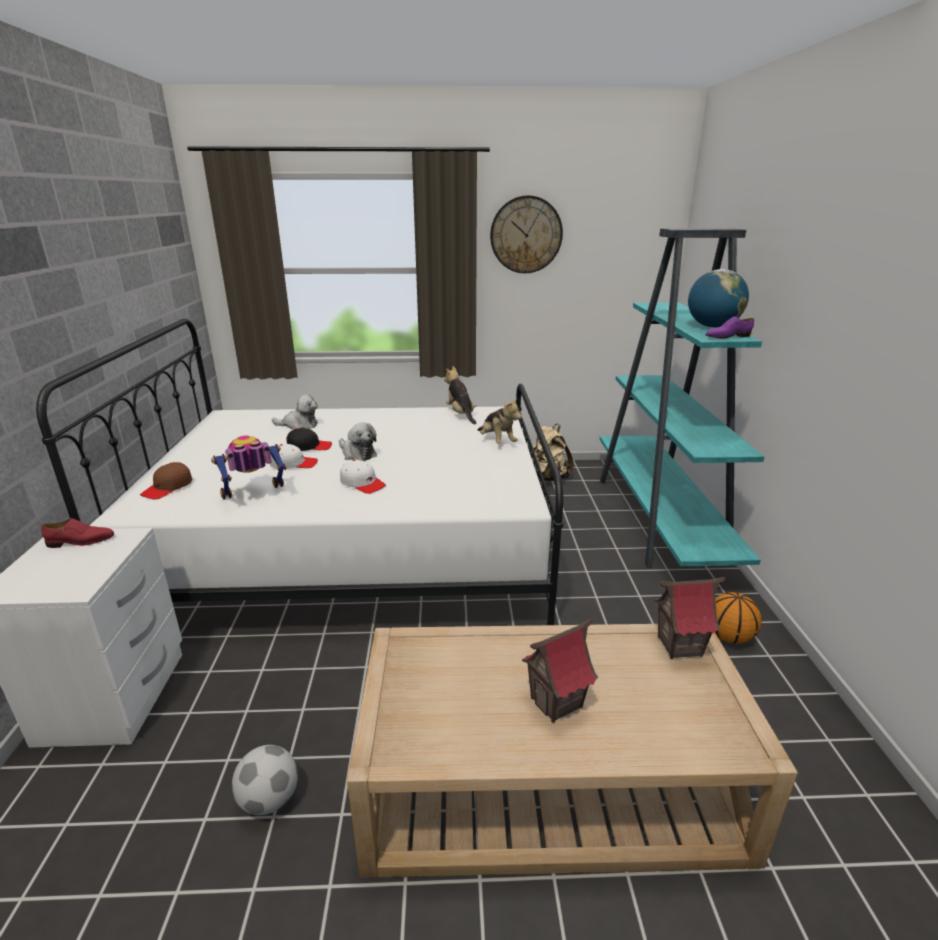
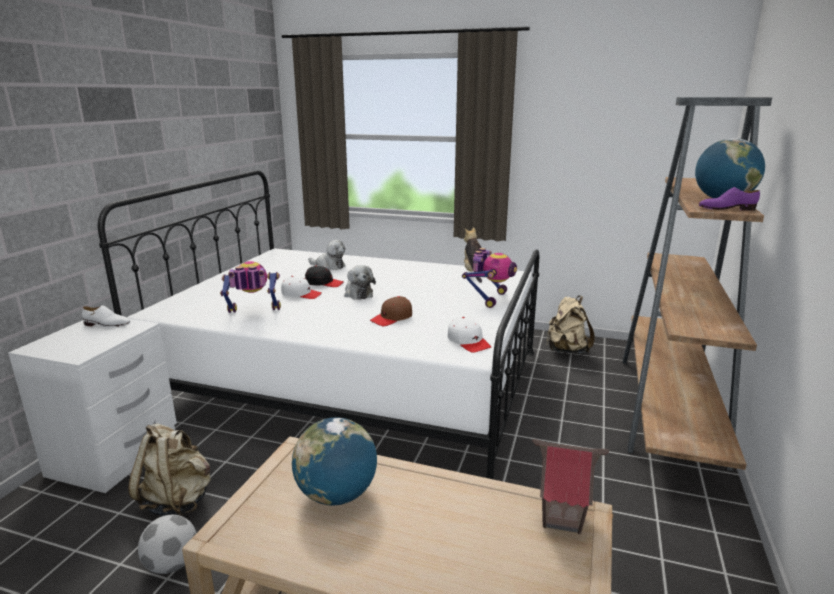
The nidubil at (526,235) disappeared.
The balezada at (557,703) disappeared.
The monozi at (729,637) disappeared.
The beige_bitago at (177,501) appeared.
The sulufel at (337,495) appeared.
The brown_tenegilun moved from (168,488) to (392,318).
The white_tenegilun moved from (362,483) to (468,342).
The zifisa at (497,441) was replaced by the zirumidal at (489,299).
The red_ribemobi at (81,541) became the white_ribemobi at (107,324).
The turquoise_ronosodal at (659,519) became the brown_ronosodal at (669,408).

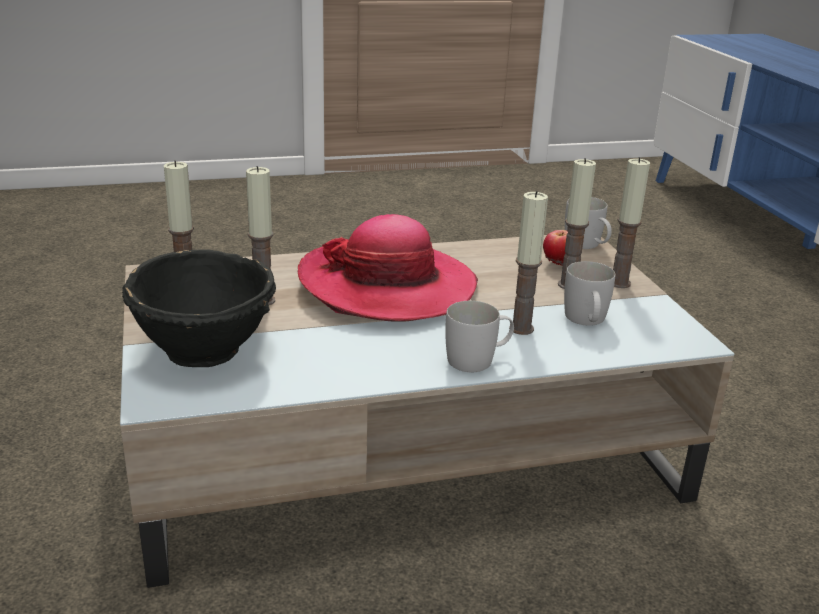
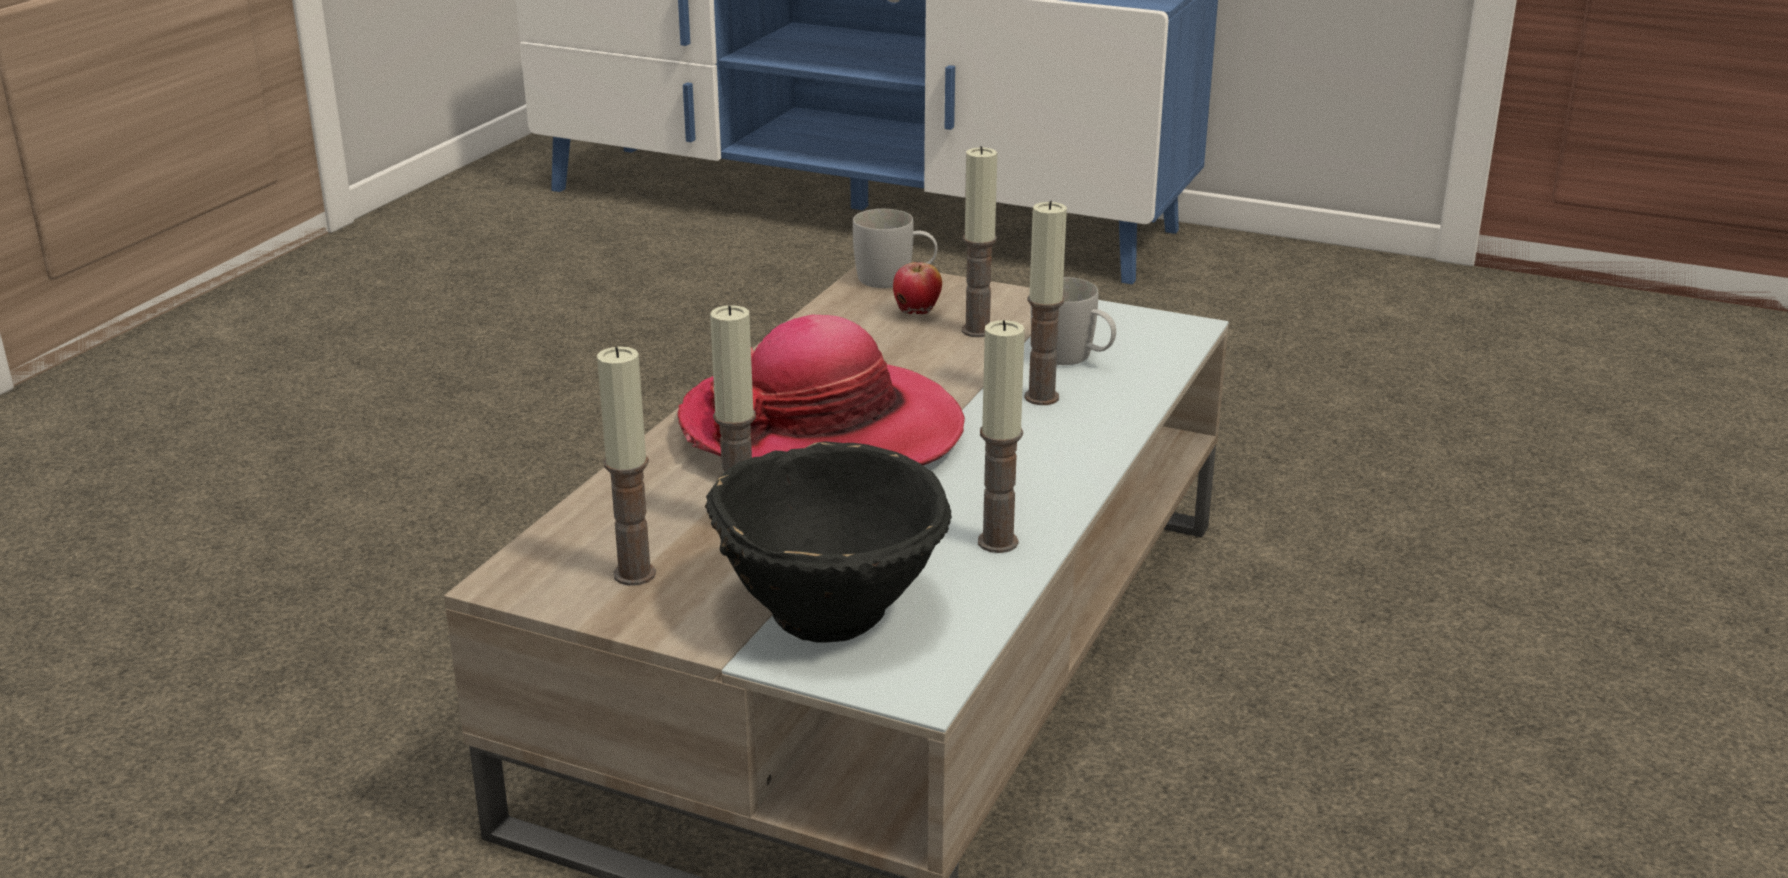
The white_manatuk at (478,359) disappeared.
The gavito moved from (619,283) to (997,542).

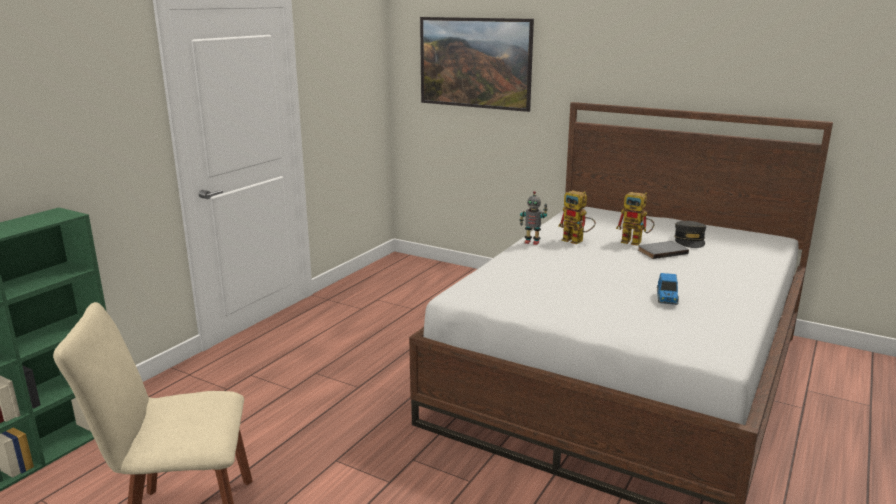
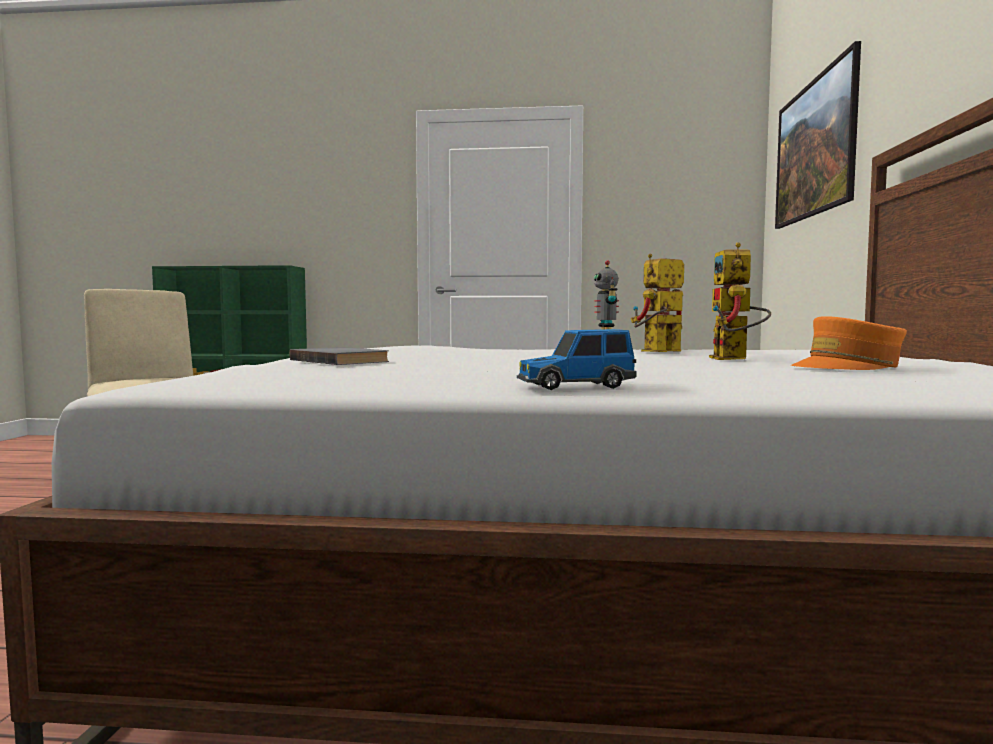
The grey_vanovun moved from (661,251) to (342,360).
The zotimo moved from (667,298) to (574,386).
The grey_tenegilun at (689,241) became the orange_tenegilun at (847,367).
The zirumidal at (577,241) turned 45 degrees clockwise.

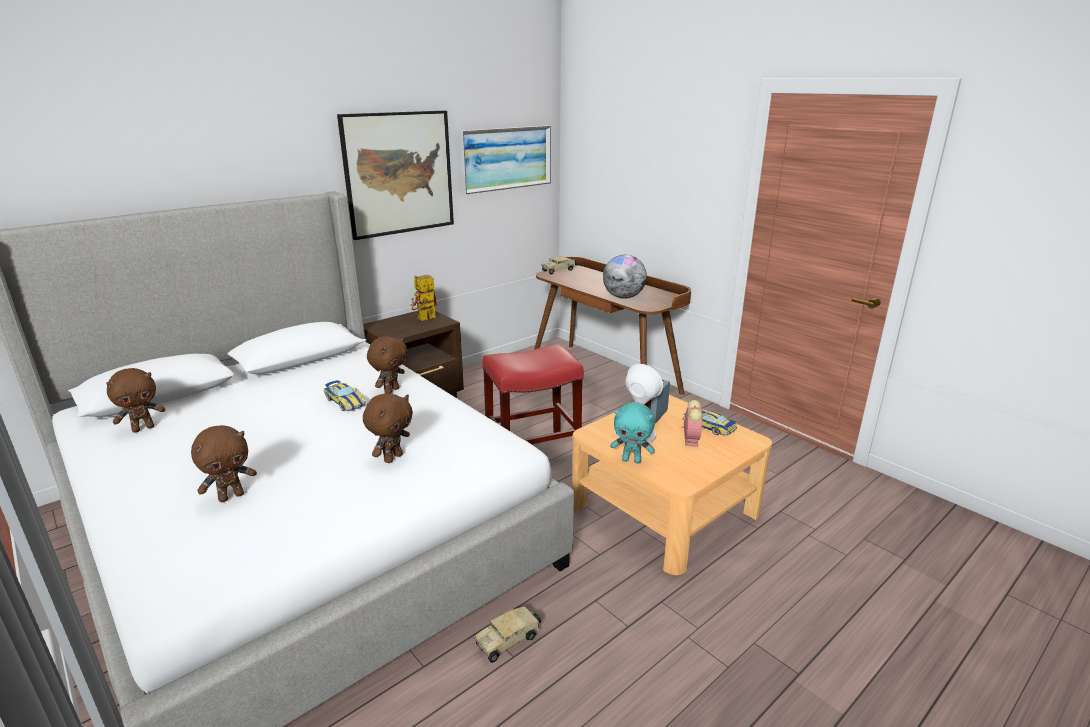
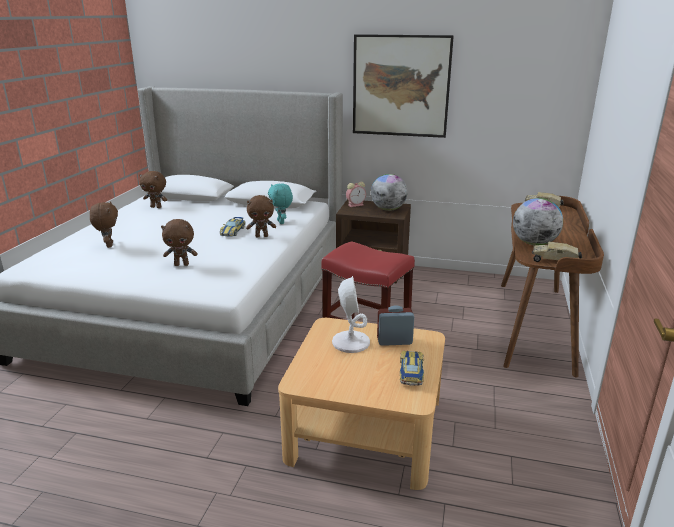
The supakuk at (506,158) disappeared.
The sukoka moved from (509,640) to (555,261).
The turquoise_zifisa moved from (632,460) to (281,222).
The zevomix moved from (690,439) to (356,205).
The zirumidal at (424,319) was replaced by the sulufel at (388,209).
The brown_zifisa at (231,496) turned 120 degrees counterclockwise.

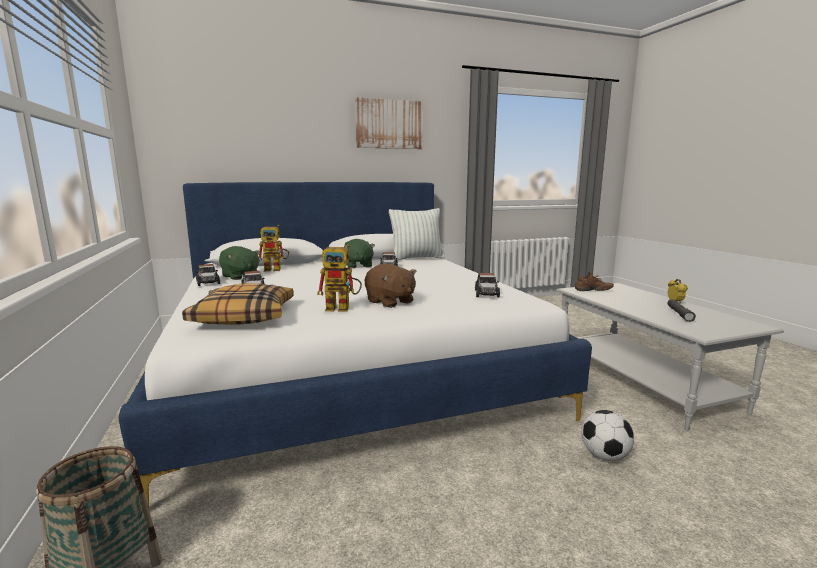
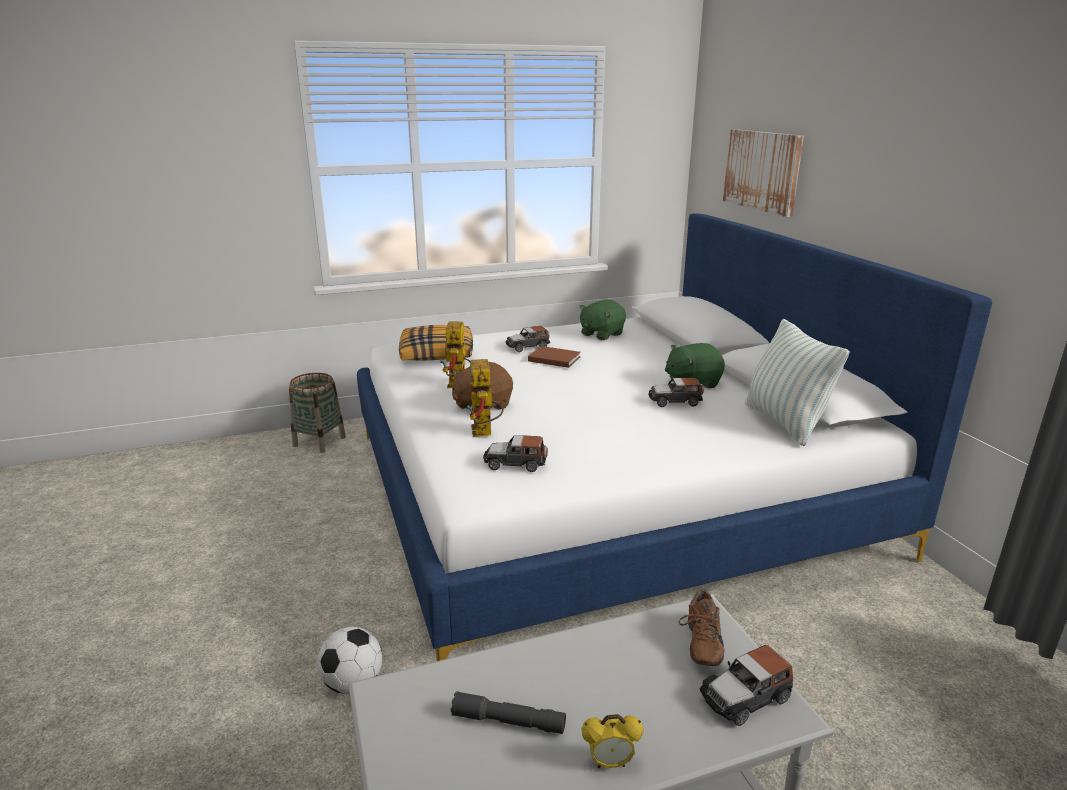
The brown_vanovun at (553,358) appeared.
The zotimo moved from (208,282) to (746,697).
The zirumidal moved from (276,269) to (484,433).
The supakuk moved from (389,124) to (762,171).

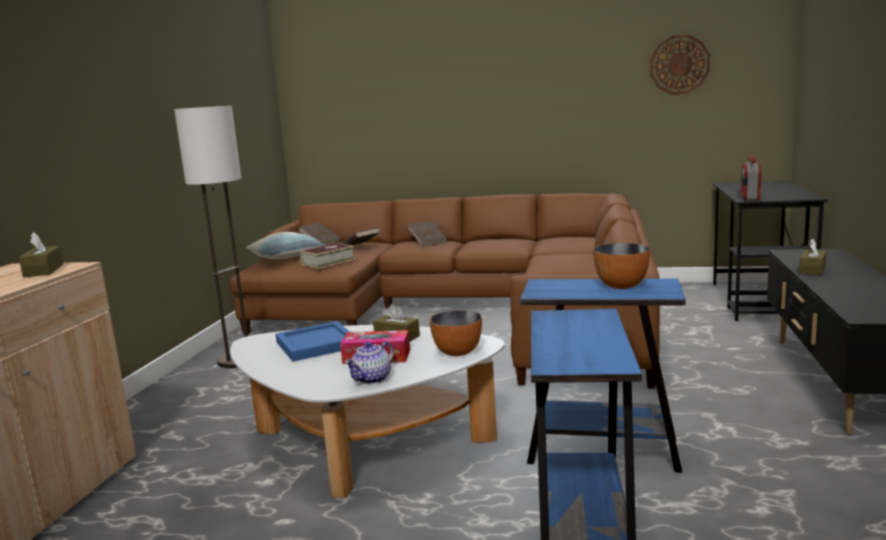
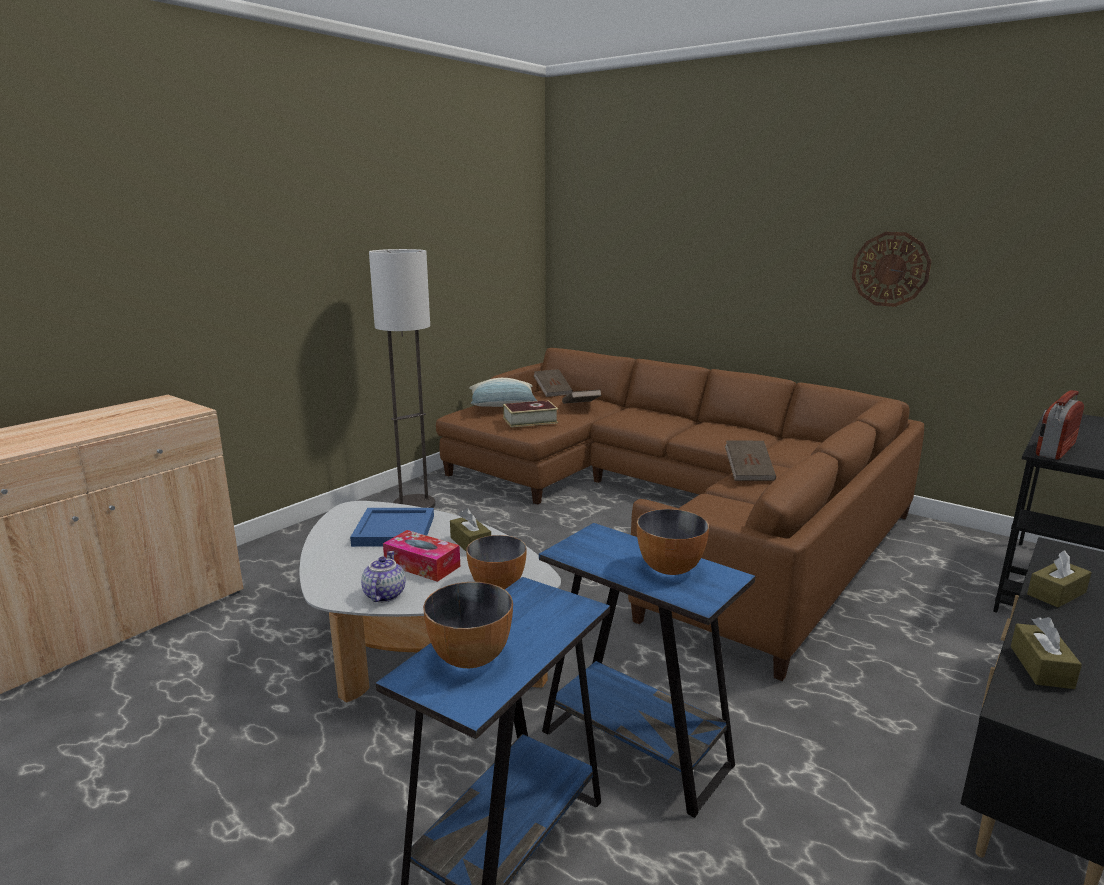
The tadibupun at (469,657) appeared.
The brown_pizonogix moved from (43,270) to (1041,667).
The brown_vanovun moved from (428,242) to (748,473).
The nidubil moved from (679,65) to (890,269).
The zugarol at (372,379) turned 120 degrees clockwise.

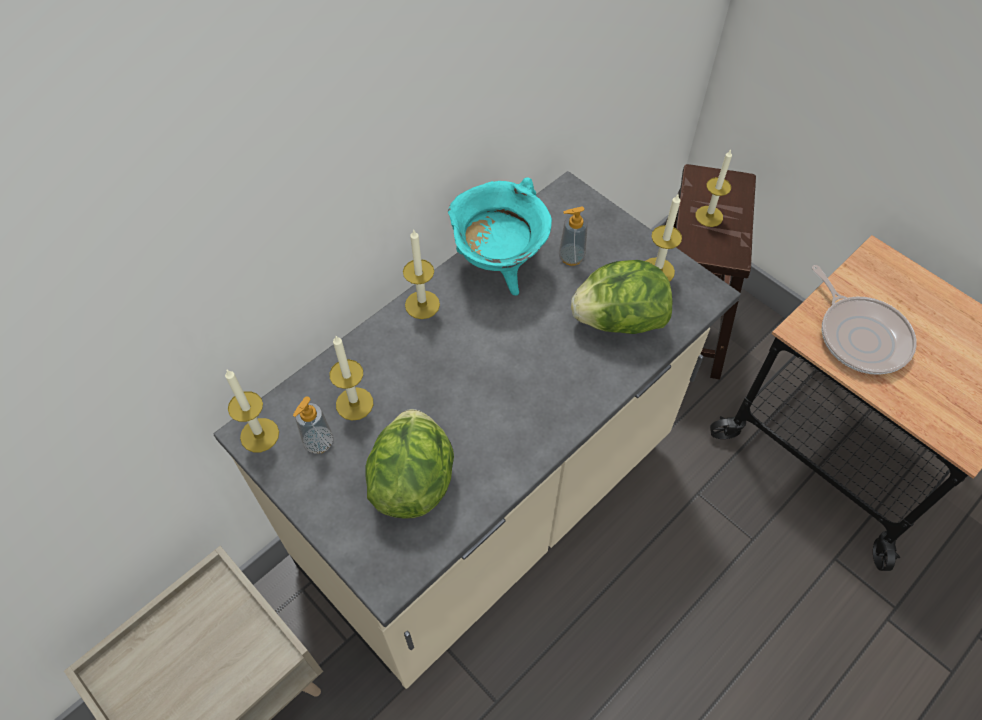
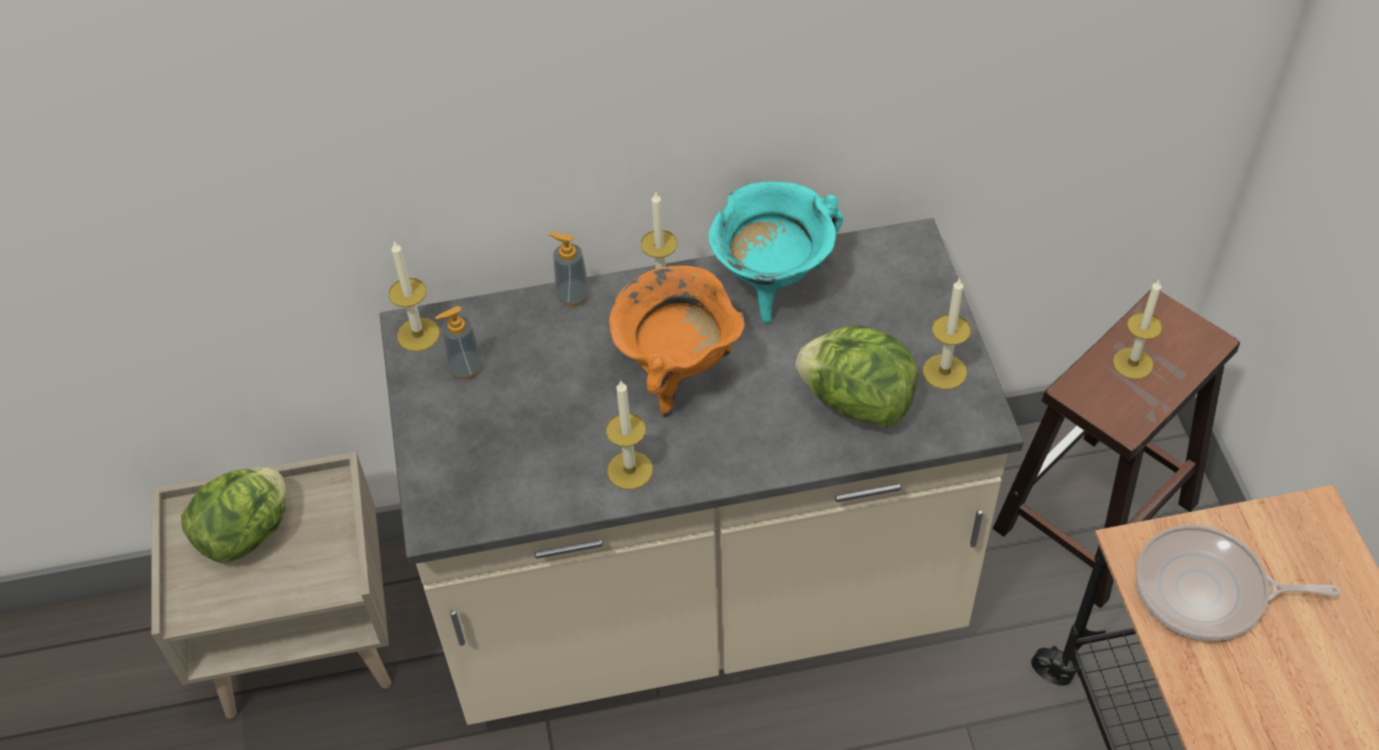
The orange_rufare at (677,372) appeared.
The gavito moved from (354,403) to (630,470).
The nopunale moved from (413,480) to (247,533).
The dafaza moved from (571,257) to (573,296).
The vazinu at (860,336) turned 90 degrees clockwise.

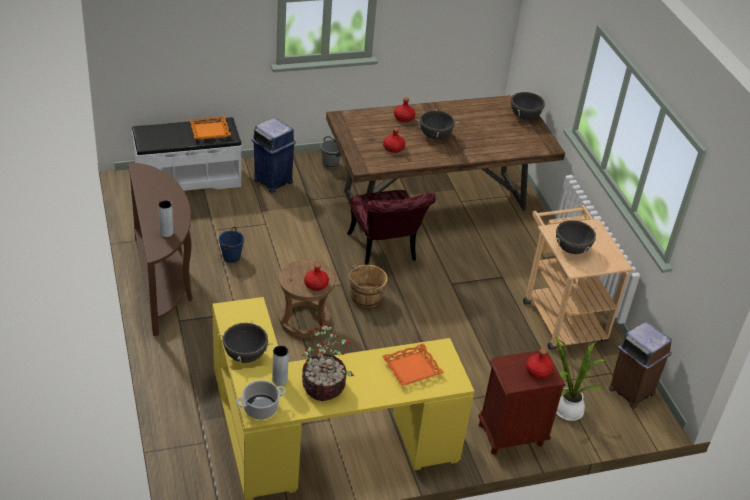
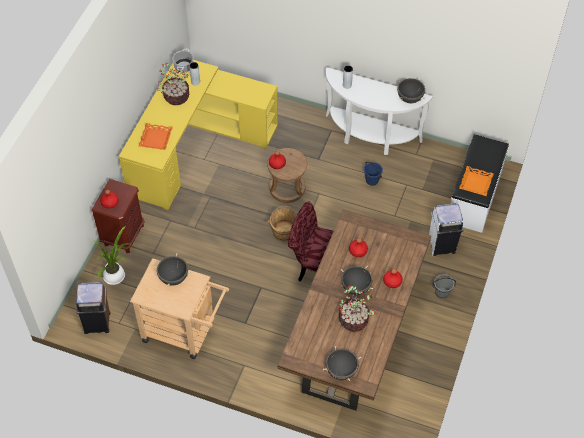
The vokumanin at (354,320) appeared.
The black_rufare moved from (245,355) to (410,98).
The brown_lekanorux at (164,283) became the white_lekanorux at (370,137).
The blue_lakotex at (273,181) became the white_lakotex at (442,245).

